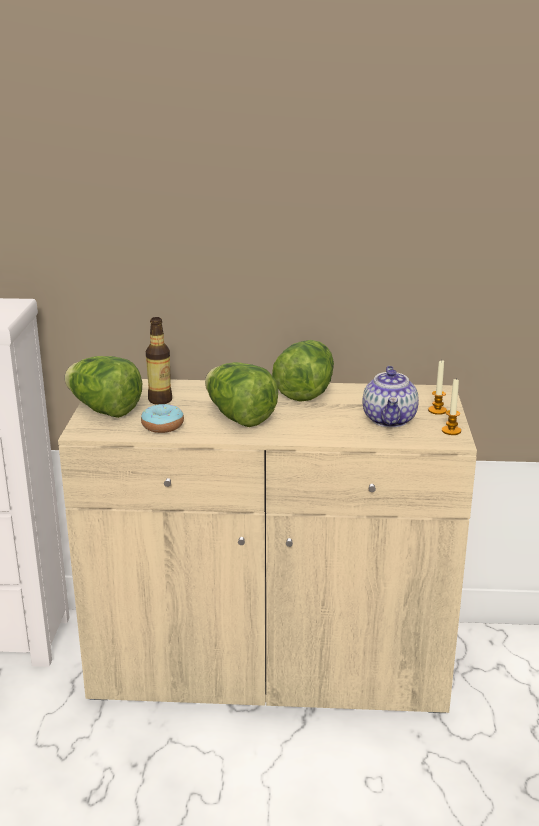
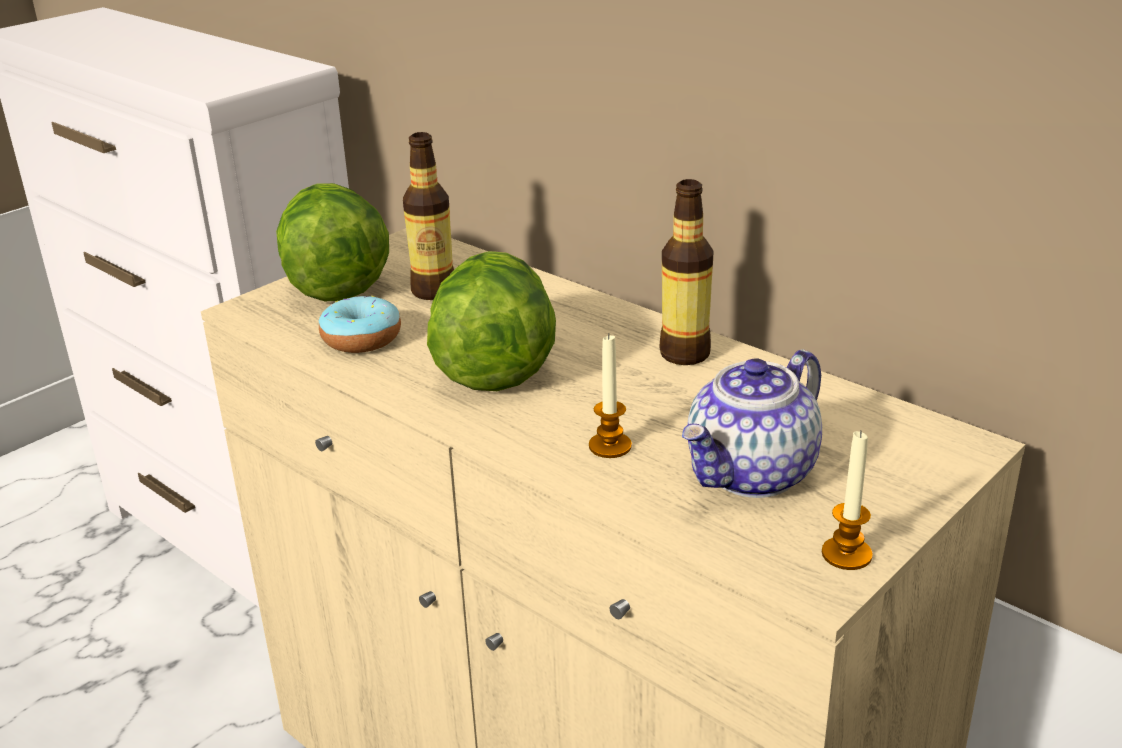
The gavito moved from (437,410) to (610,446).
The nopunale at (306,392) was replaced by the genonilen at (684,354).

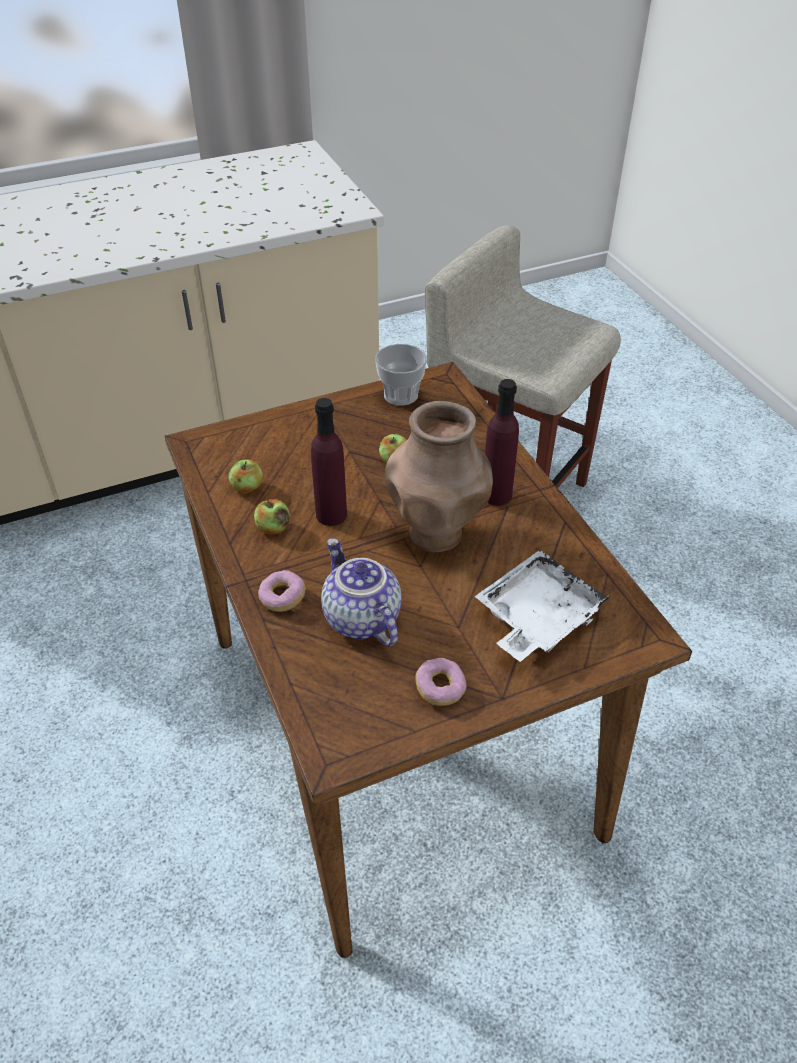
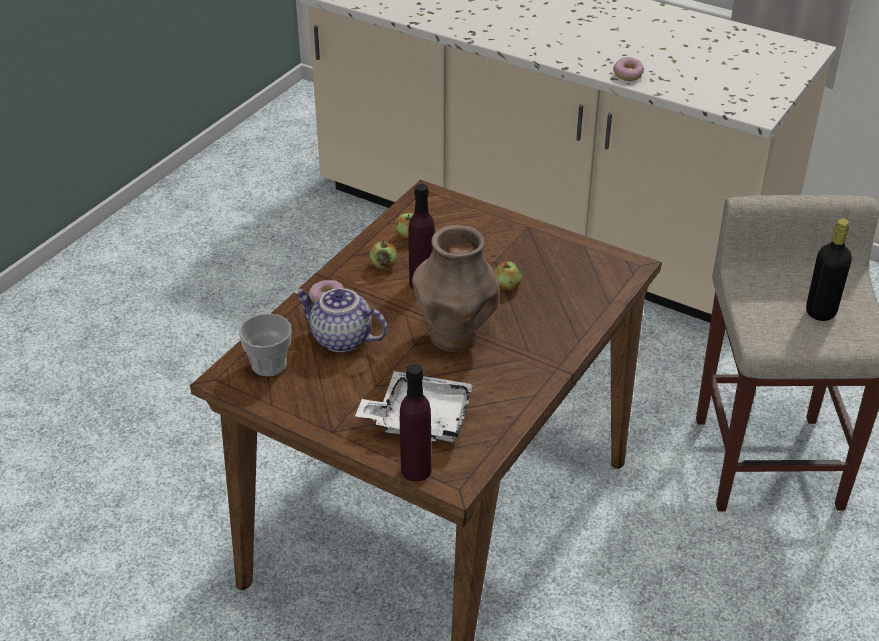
The black_genonilen at (820,312) appeared.
The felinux moved from (400,395) to (269,364).
The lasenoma moved from (440,689) to (627,75).
The purple_genonilen moved from (496,495) to (416,470).
The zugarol at (360,619) turned 90 degrees counterclockwise.

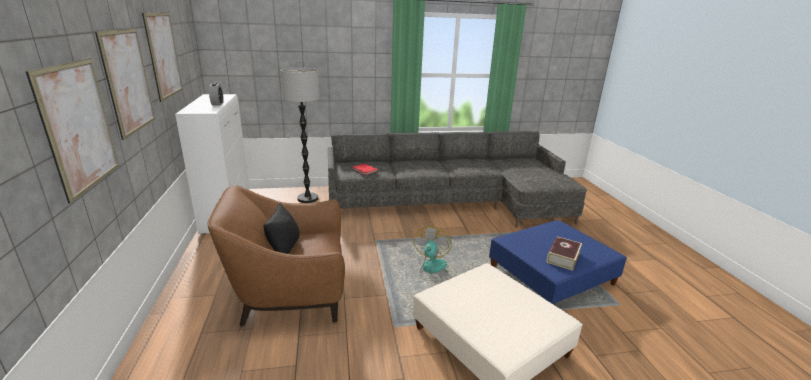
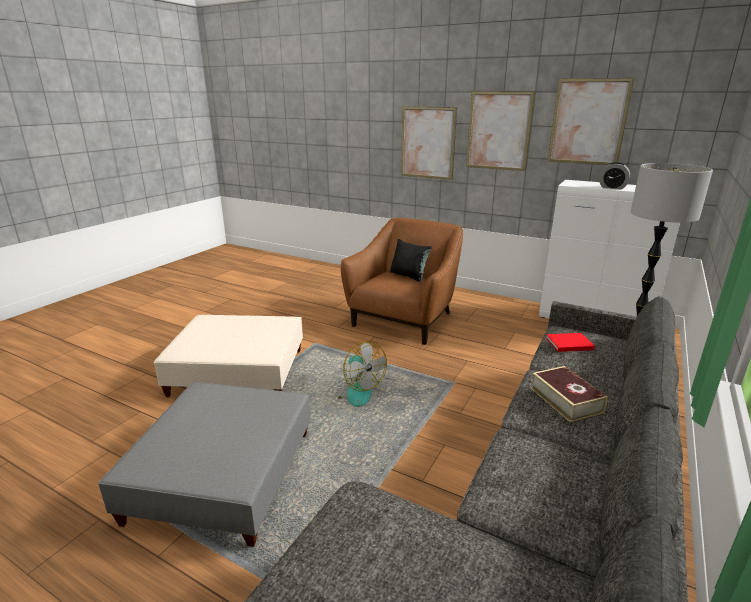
The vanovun moved from (563,257) to (566,400).
The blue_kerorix at (551,275) became the grey_kerorix at (223,476).

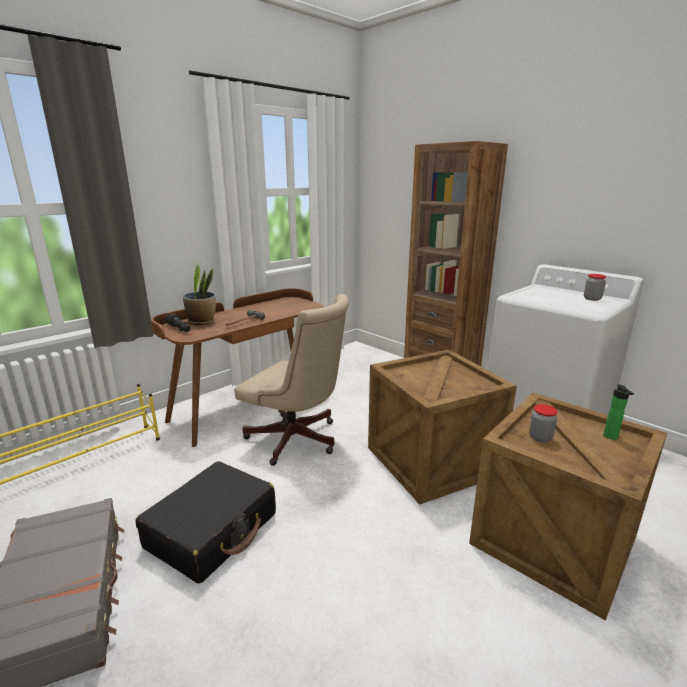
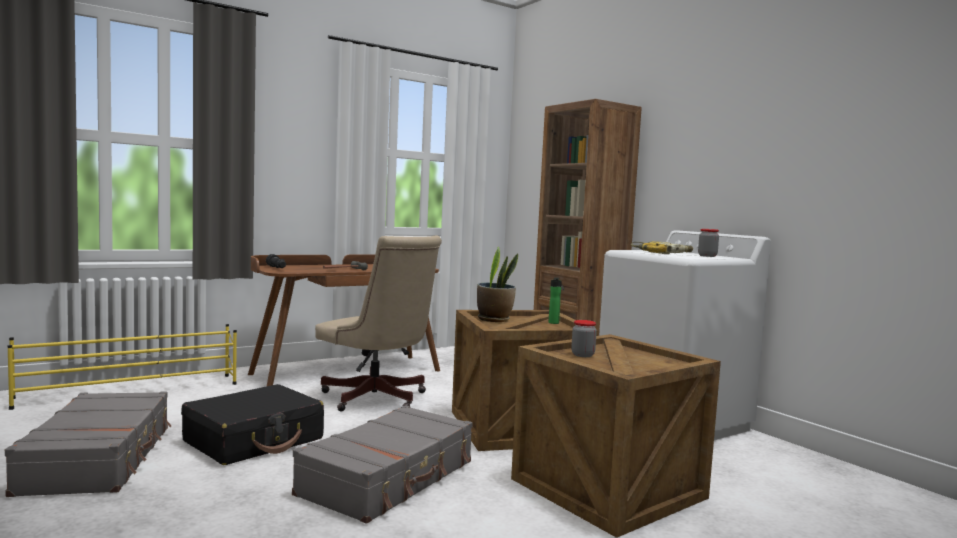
The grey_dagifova at (389,478) appeared.
The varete at (662,253) appeared.
The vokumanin moved from (202,321) to (494,319).
The genonilen moved from (612,437) to (553,323).

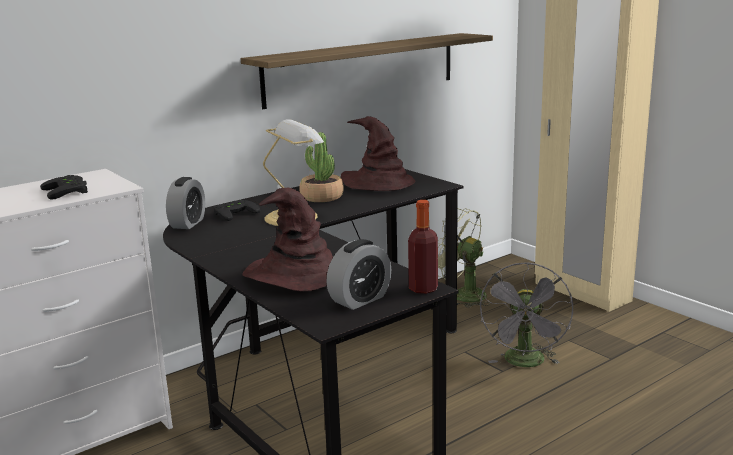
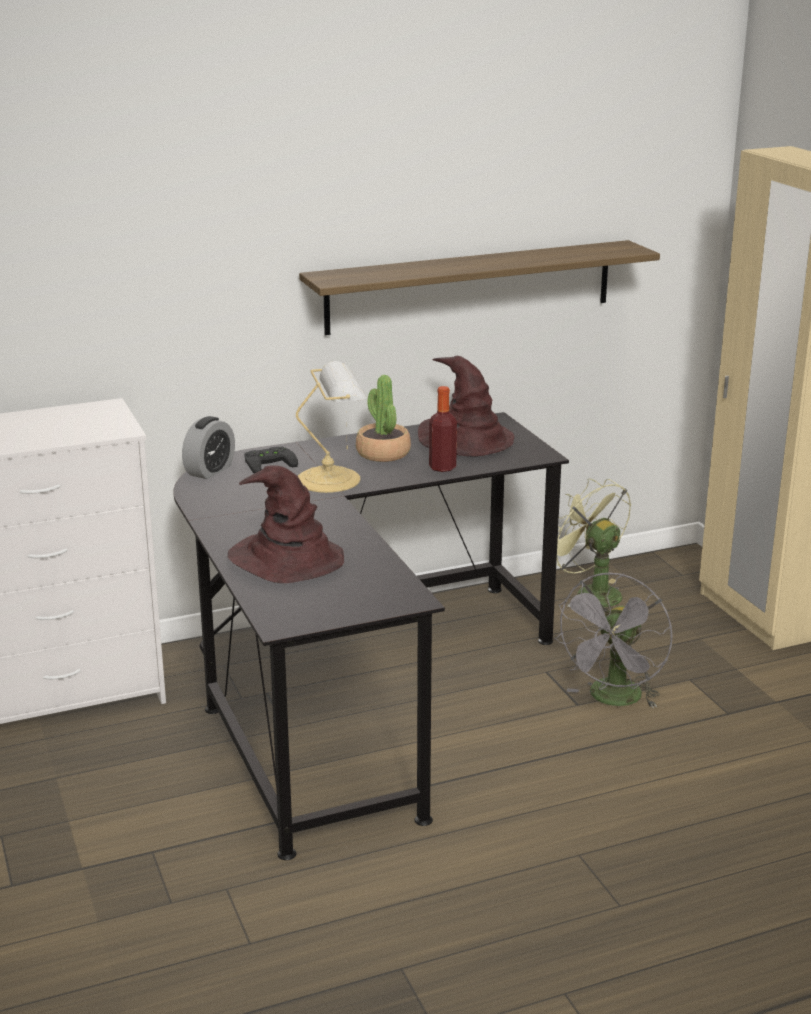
The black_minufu at (69,191) disappeared.
The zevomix at (360,300) disappeared.
The genonilen moved from (423,289) to (442,467).

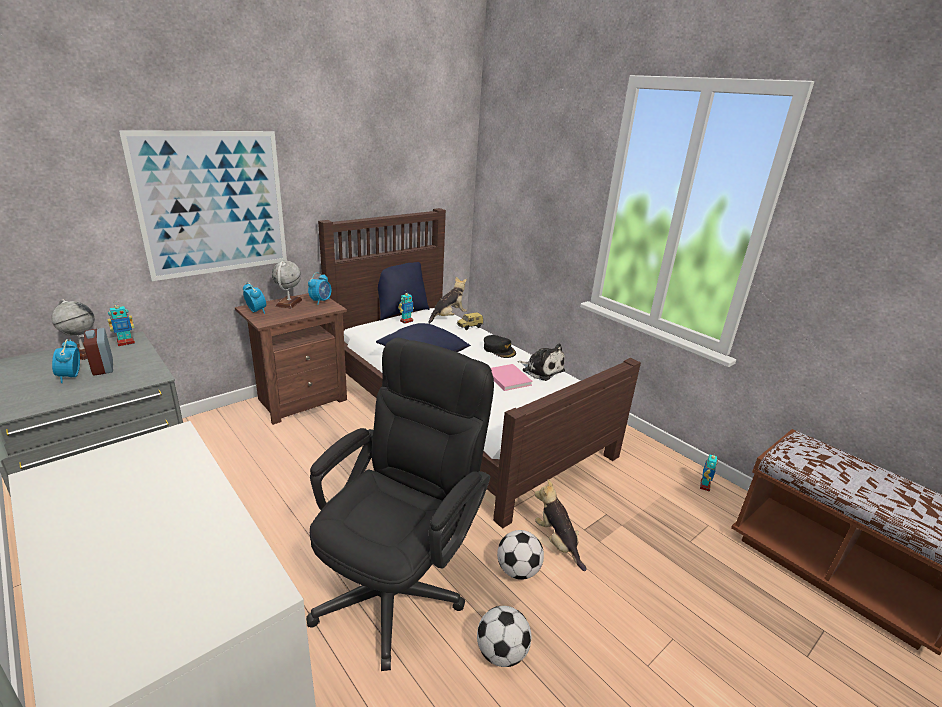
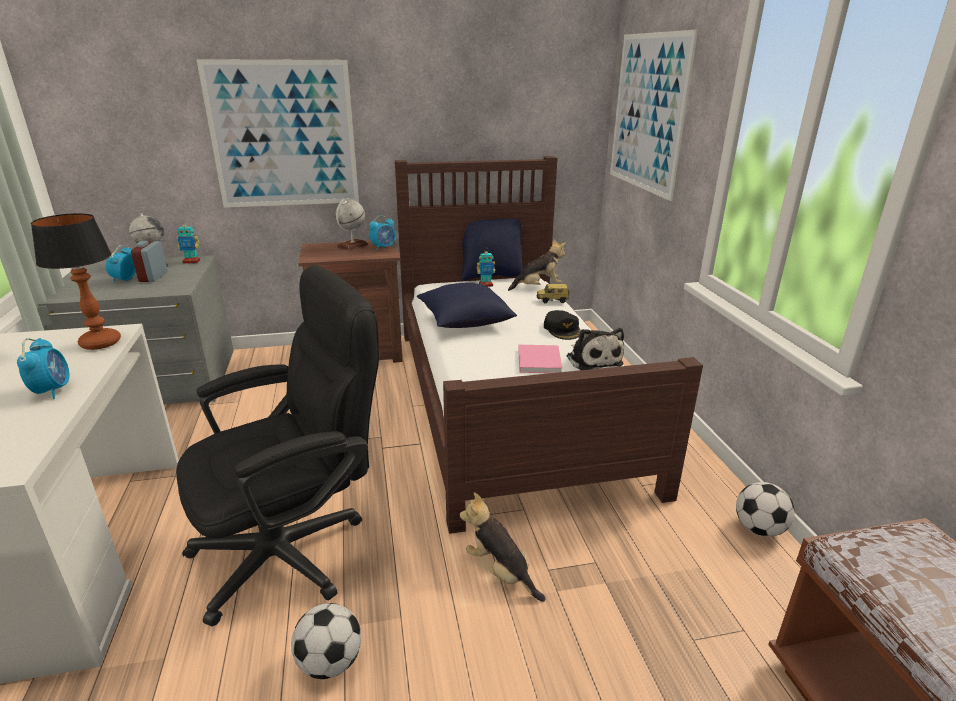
The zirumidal at (704,486) disappeared.
The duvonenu at (101,343) appeared.
The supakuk at (648,113) appeared.
The zevomix moved from (256,311) to (53,390).
The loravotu moved from (518,570) to (759,529).
The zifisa at (557,542) turned 45 degrees counterclockwise.

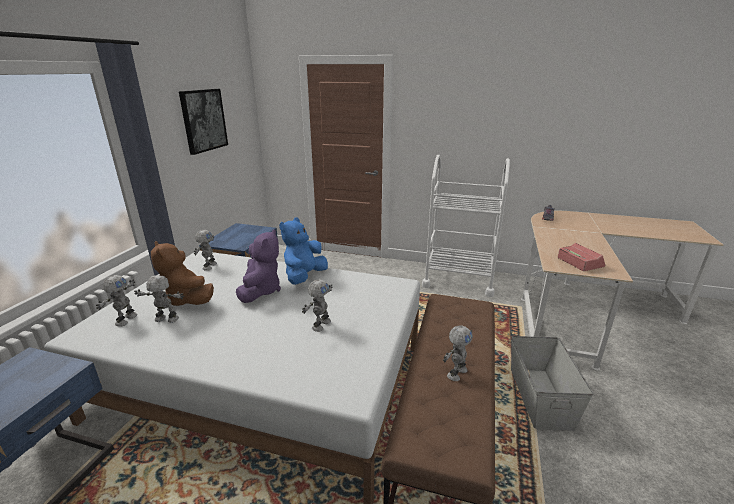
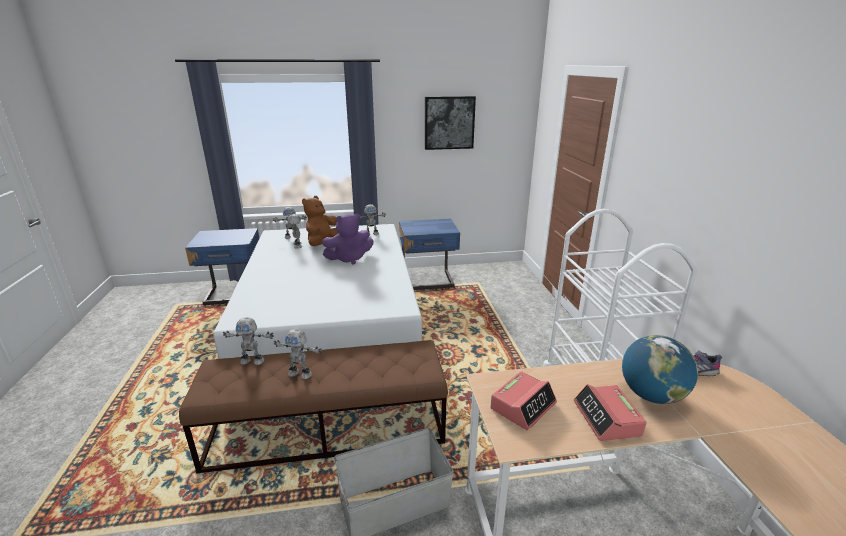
The blue_zifisa at (304,277) disappeared.
The zevomix at (607,419) appeared.
The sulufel at (651,395) appeared.
The zirumidal moved from (320,325) to (252,360).

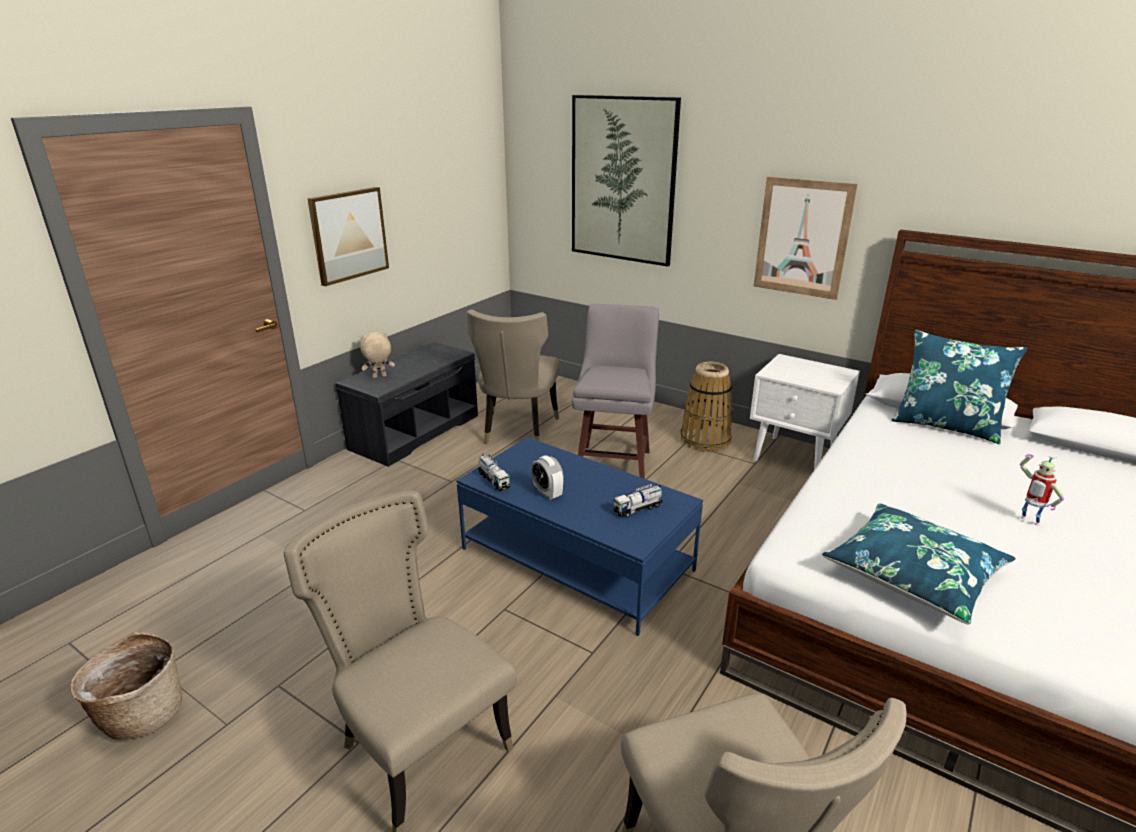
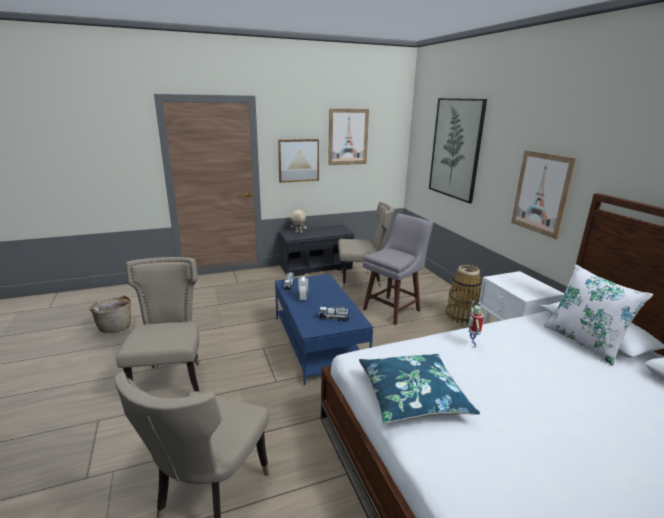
The supakuk at (348,137) appeared.
The zirumidal moved from (1028,521) to (472,344).
The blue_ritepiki at (945,426) became the white_ritepiki at (584,341).
The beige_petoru at (517,432) turned 135 degrees counterclockwise.

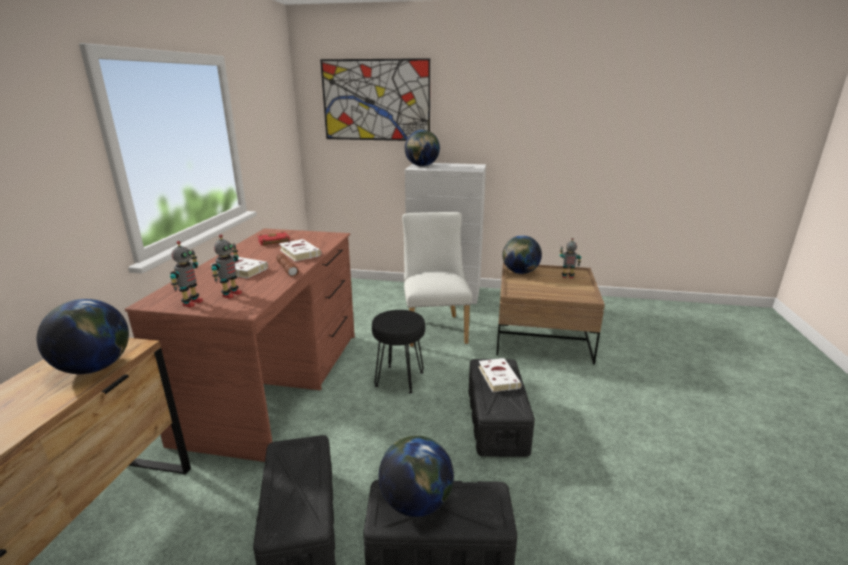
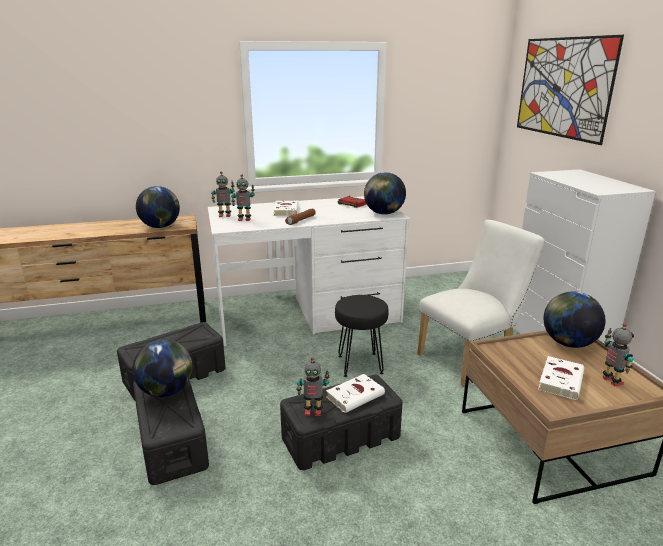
The zirumidal at (313,411) appeared.
The white_vanovun moved from (299,252) to (560,380).
The sulufel moved from (422,166) to (383,213).
The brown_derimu at (277,382) became the white_derimu at (308,315).

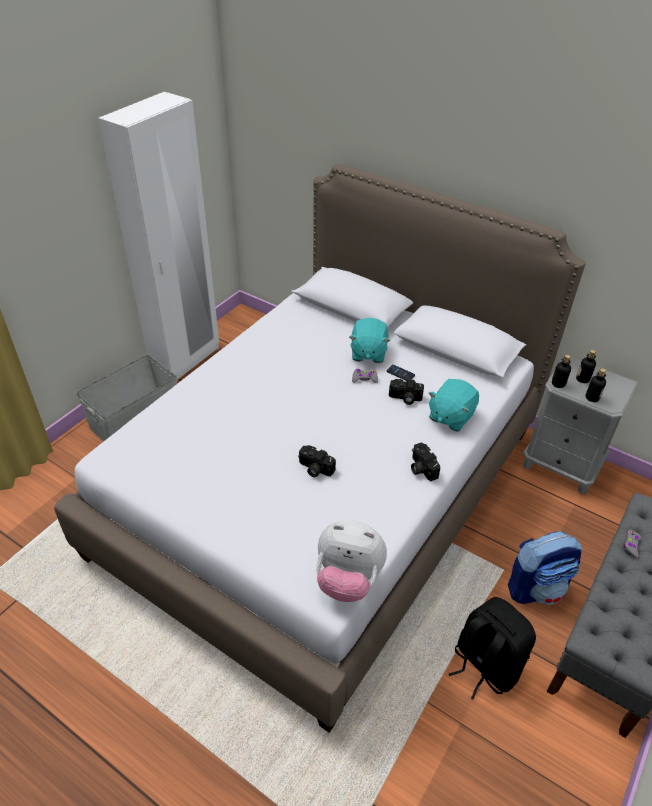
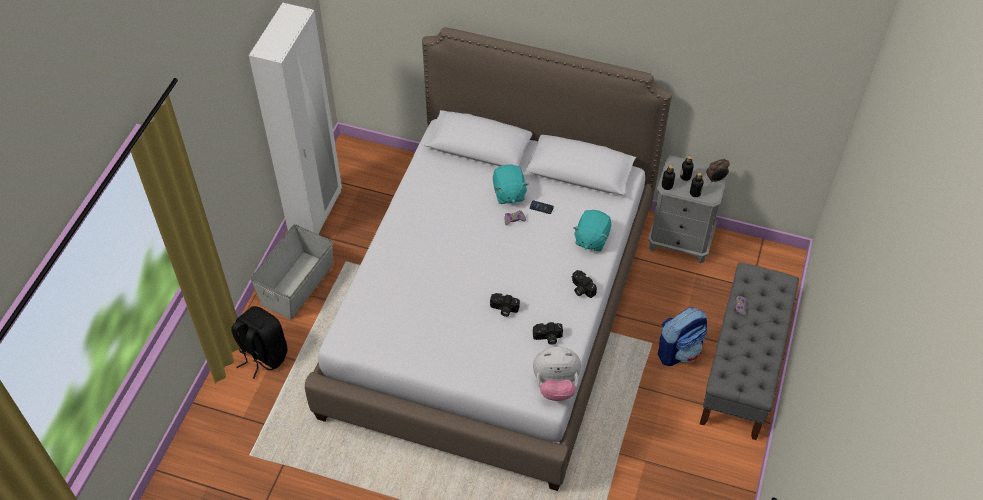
The zevomix at (716,179) appeared.
The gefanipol moved from (405,398) to (547,338).
The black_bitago moved from (484,665) to (263,355).

